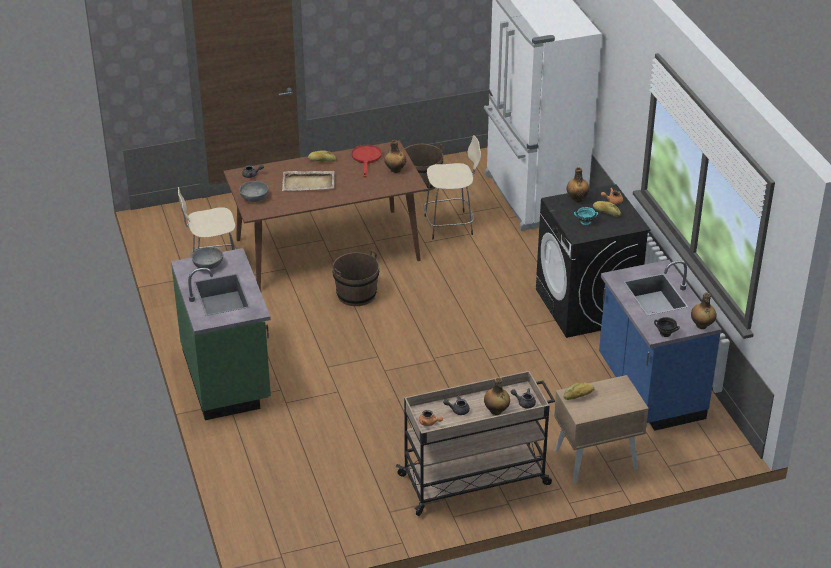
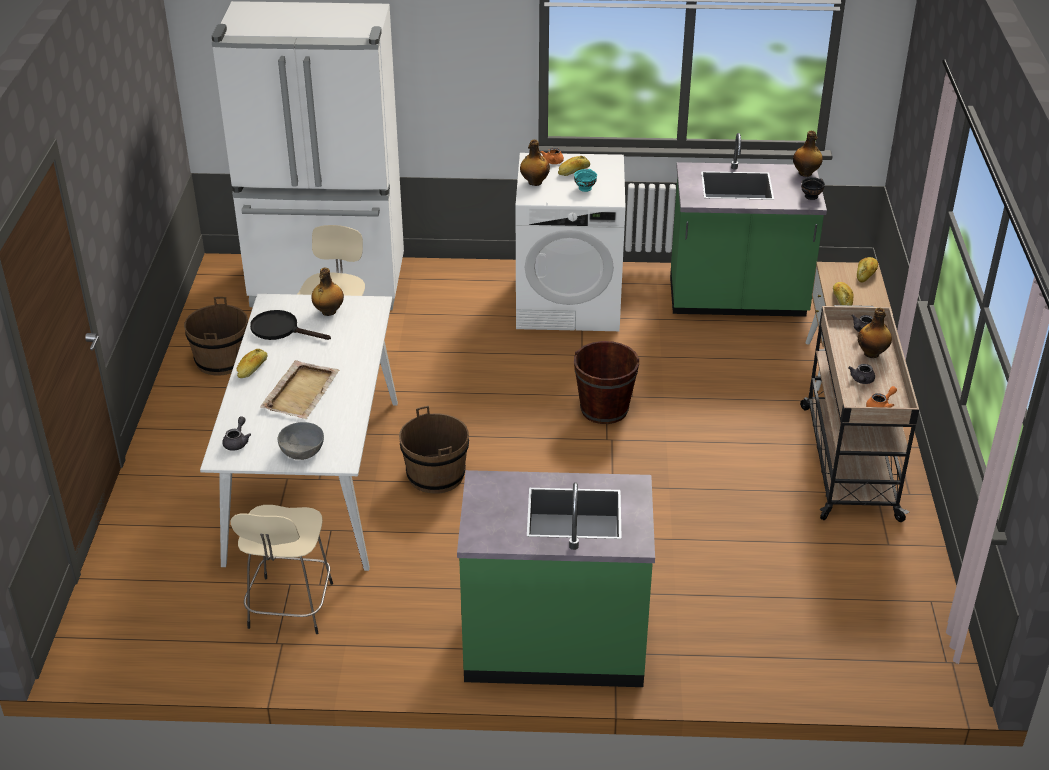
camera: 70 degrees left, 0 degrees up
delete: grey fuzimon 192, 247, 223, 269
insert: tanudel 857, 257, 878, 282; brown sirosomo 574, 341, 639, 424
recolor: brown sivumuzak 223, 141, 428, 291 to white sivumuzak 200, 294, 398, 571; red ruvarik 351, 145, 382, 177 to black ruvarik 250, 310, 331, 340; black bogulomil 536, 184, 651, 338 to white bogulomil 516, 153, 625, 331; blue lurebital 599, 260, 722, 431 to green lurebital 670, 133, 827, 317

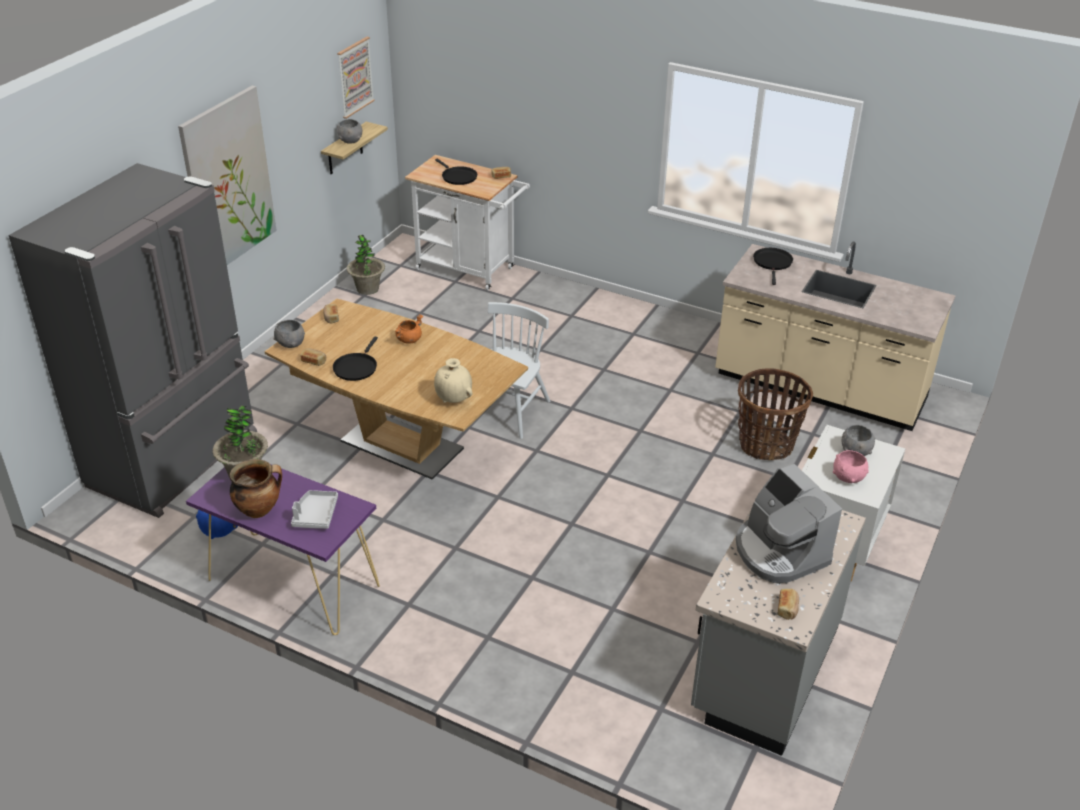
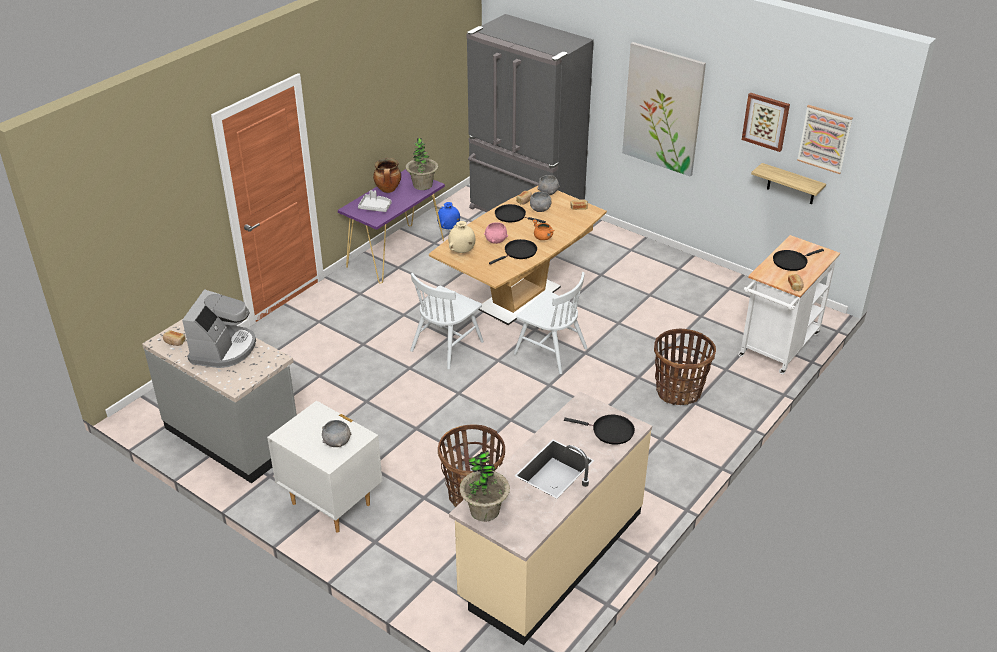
camera: 100 degrees right, 0 degrees up
insert: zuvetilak 742, 93, 790, 152; black ruvarik 489, 239, 537, 265; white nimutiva 410, 273, 484, 370; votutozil 654, 329, 716, 405
move: grey fuzimon 337, 119, 362, 144 to 530, 192, 551, 212; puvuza 347, 235, 385, 295 to 459, 450, 510, 522; pink fuzimon 833, 450, 869, 483 to 484, 222, 508, 244
rotate: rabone 736, 464, 842, 583 = 182, 289, 256, 368 120 degrees clockwise

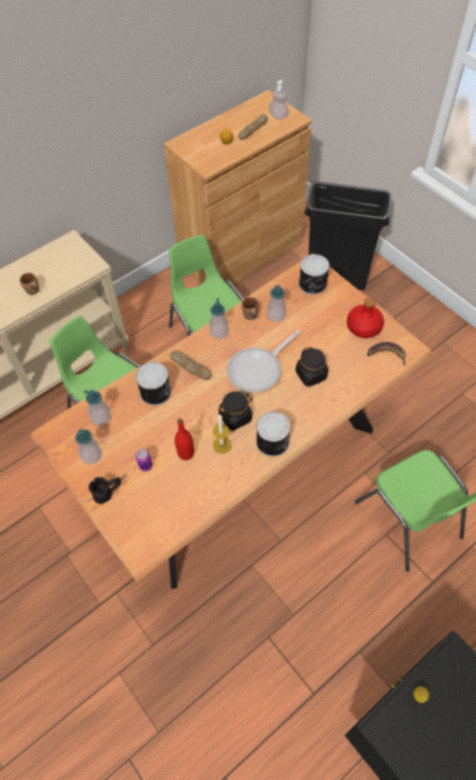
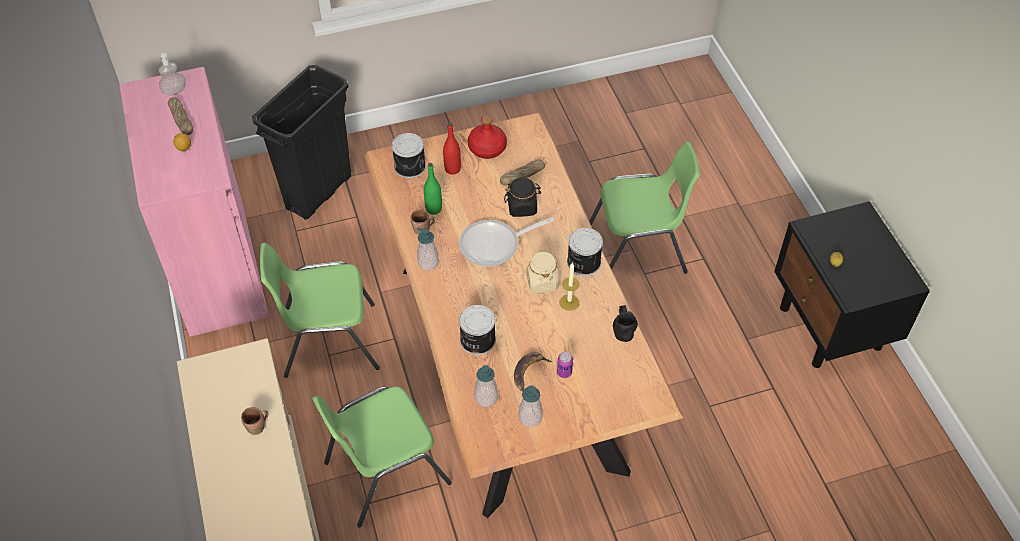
camera: 70 degrees left, 5 degrees down
move: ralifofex 367, 342, 406, 366 to 514, 352, 552, 391; tanudel 170, 350, 212, 380 to 500, 159, 545, 185; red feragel 175, 419, 194, 460 to 443, 123, 461, 175; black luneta 88, 477, 121, 504 to 613, 305, 638, 342
replace: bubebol 267, 285, 286, 322 to green feragel 424, 163, 442, 215
recolor: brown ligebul 164, 90, 312, 285 to pink ligebul 119, 67, 269, 337; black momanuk 218, 391, 252, 431 to beige momanuk 526, 250, 559, 293
rotate: ruvarik 227, 330, 301, 393 = 459, 217, 555, 267 90 degrees clockwise

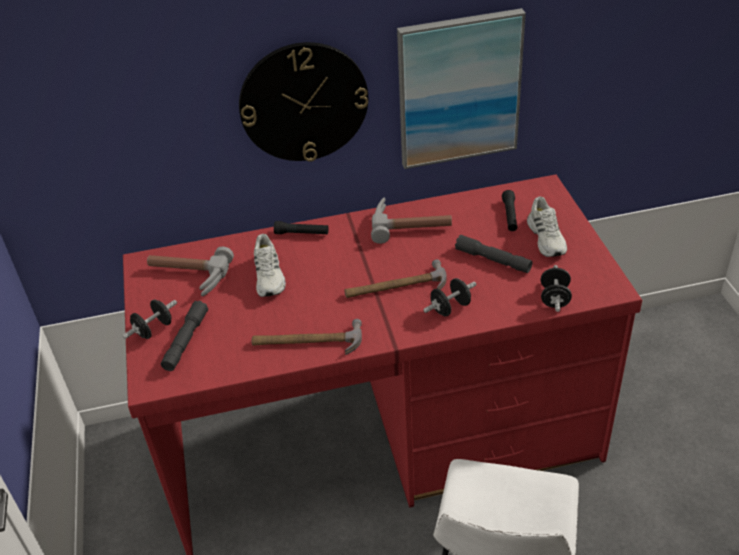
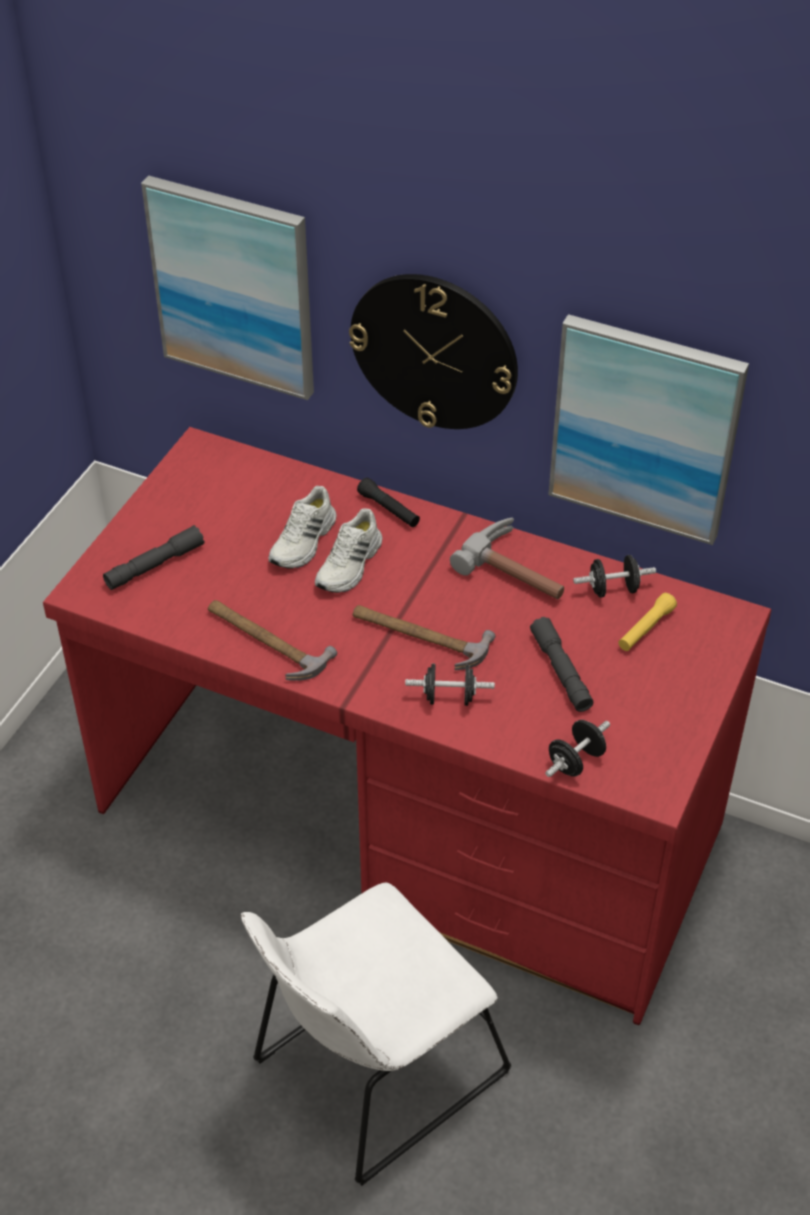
camera: 35 degrees right, 5 degrees up
delete: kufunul 147, 247, 234, 297
insert: zuvetilak 141, 176, 314, 400
move: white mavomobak 527, 197, 567, 257 to 315, 508, 382, 593; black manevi 123, 299, 177, 339 to 573, 555, 656, 598
recolor: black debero 502, 190, 517, 231 to yellow debero 618, 593, 677, 651

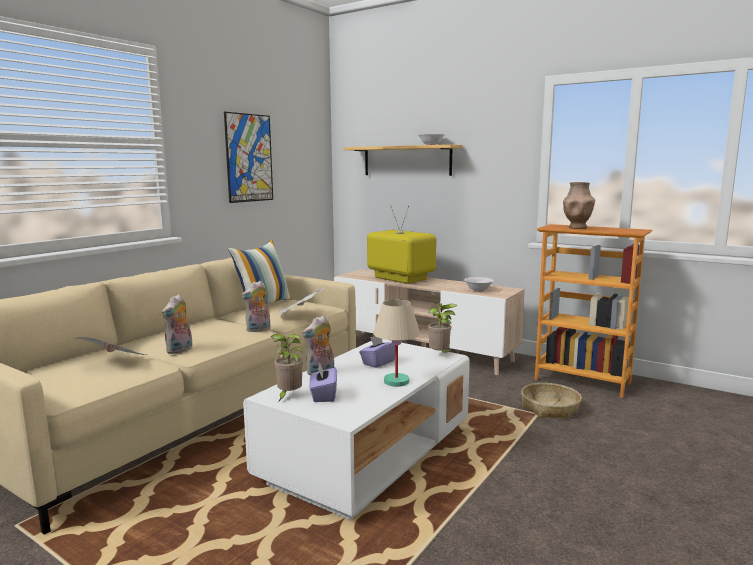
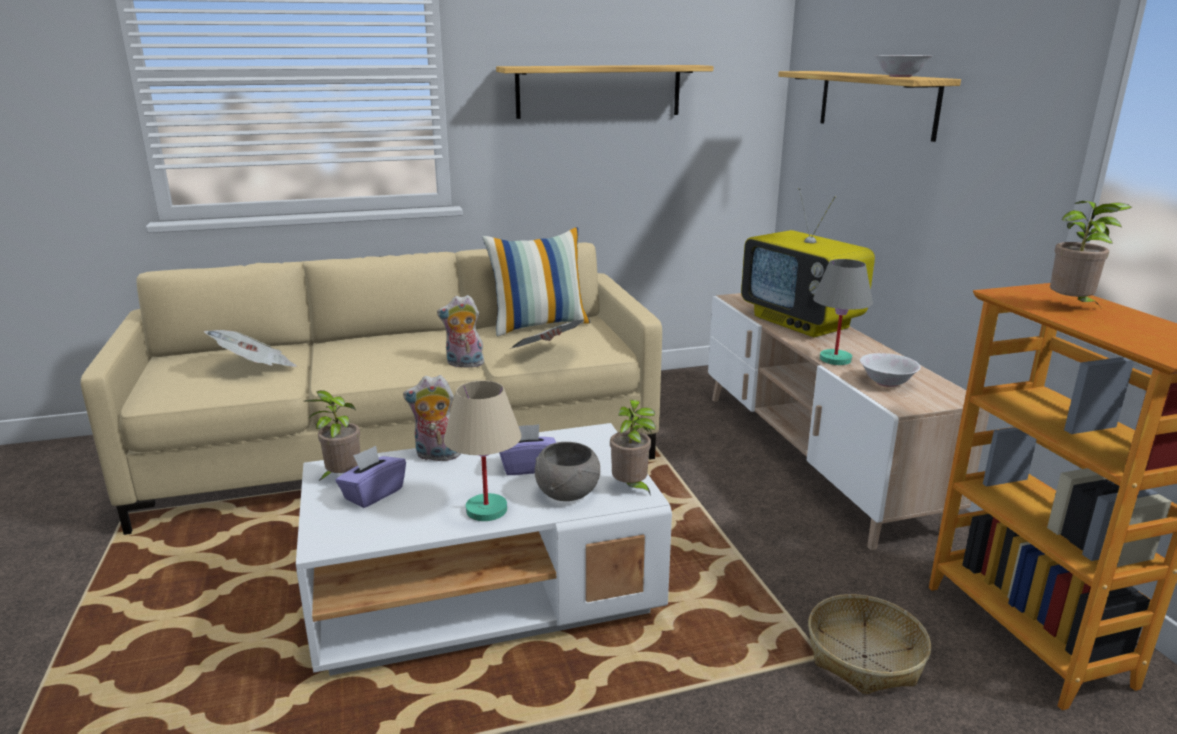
camera: 40 degrees right, 10 degrees up
delete: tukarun 162, 294, 192, 354
insert: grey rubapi 813, 259, 873, 365; grey fuzimon 535, 442, 600, 501
replace: zuvetilak 224, 112, 273, 203 to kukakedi 496, 65, 714, 119; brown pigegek 563, 182, 595, 229 to puvuza 1050, 201, 1132, 305
rotate: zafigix 367, 205, 436, 284 = 741, 188, 875, 337 150 degrees clockwise

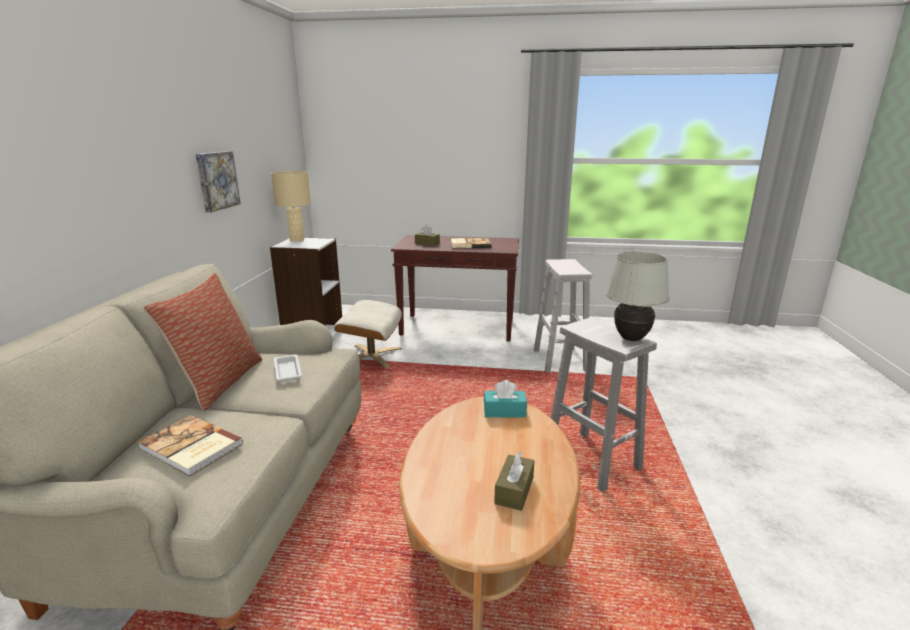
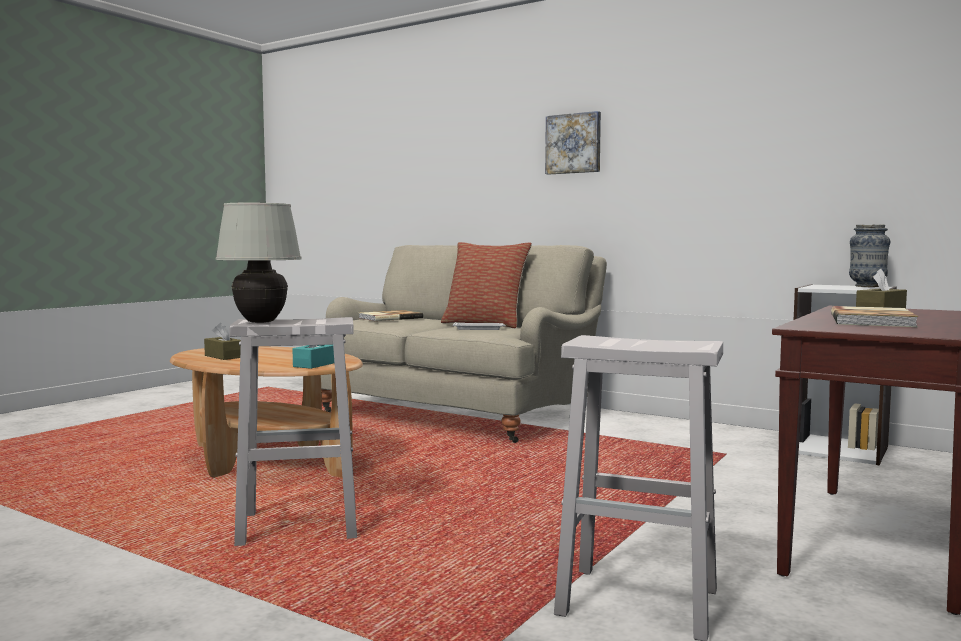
camera: 115 degrees right, 15 degrees down
delete: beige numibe 334, 300, 402, 369
move: zuvetilak 196, 151, 241, 212 to 545, 111, 601, 174
replace: beige rubapi 271, 171, 311, 242 to pigegek 849, 225, 890, 287

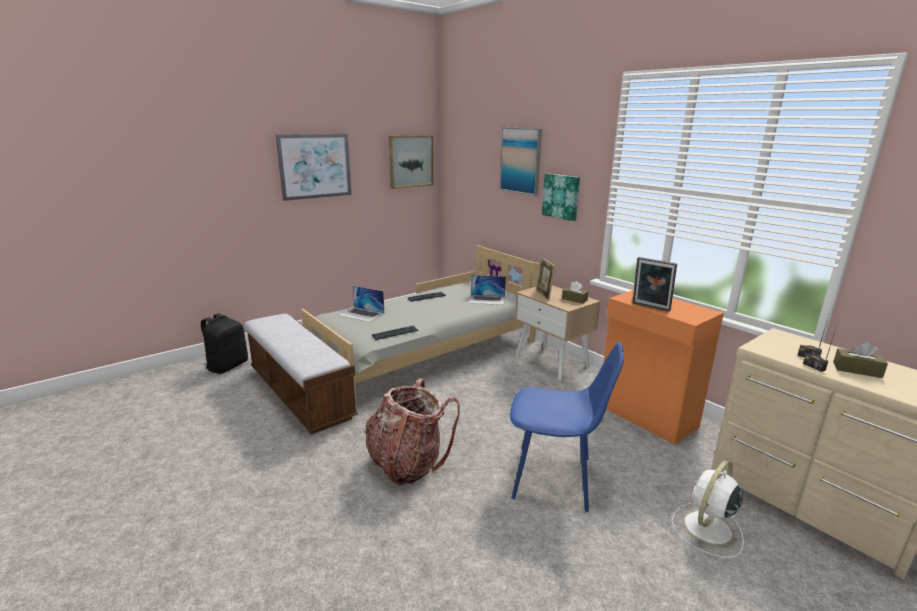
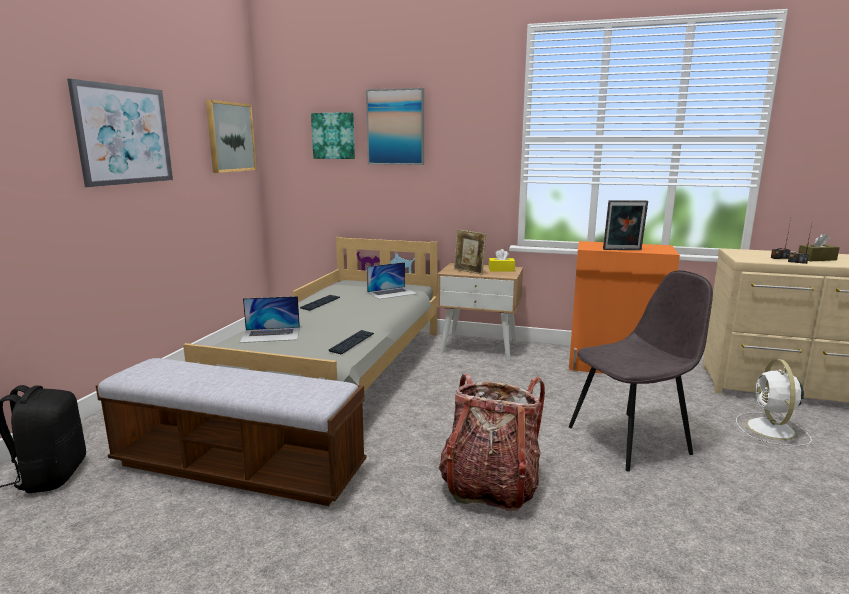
camera: 35 degrees left, 5 degrees down
move: zuvetilak 542, 173, 580, 221 to 311, 112, 355, 159
recolor: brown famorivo 562, 281, 589, 304 to yellow famorivo 489, 249, 515, 272; blue nimutiva 510, 342, 624, 512 to grey nimutiva 569, 270, 713, 472

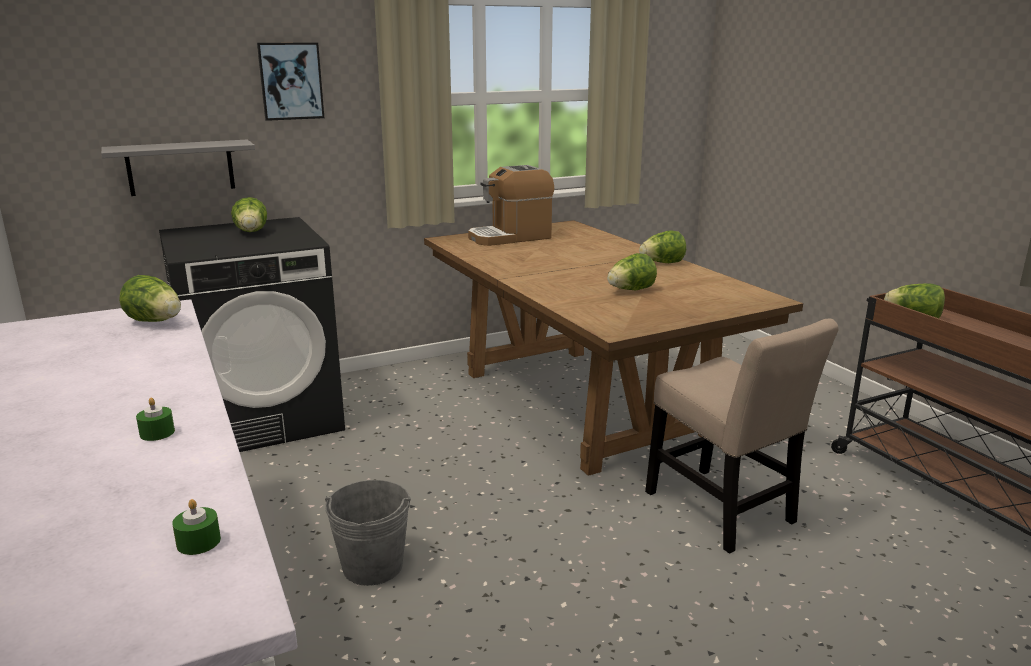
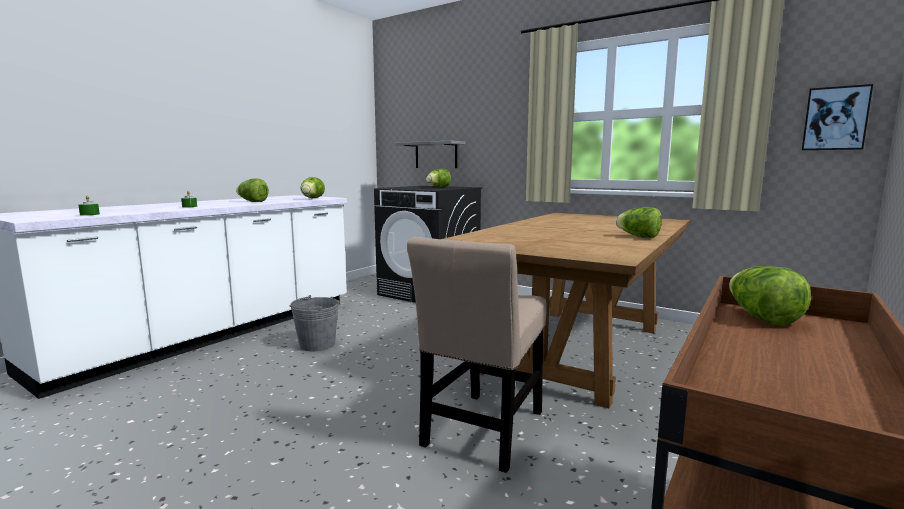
camera: 60 degrees right, 10 degrees down
delete: rabone 468, 165, 554, 246
move: zuvetilak 257, 43, 324, 121 to 802, 84, 873, 150; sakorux 607, 253, 657, 290 to 236, 179, 269, 202

